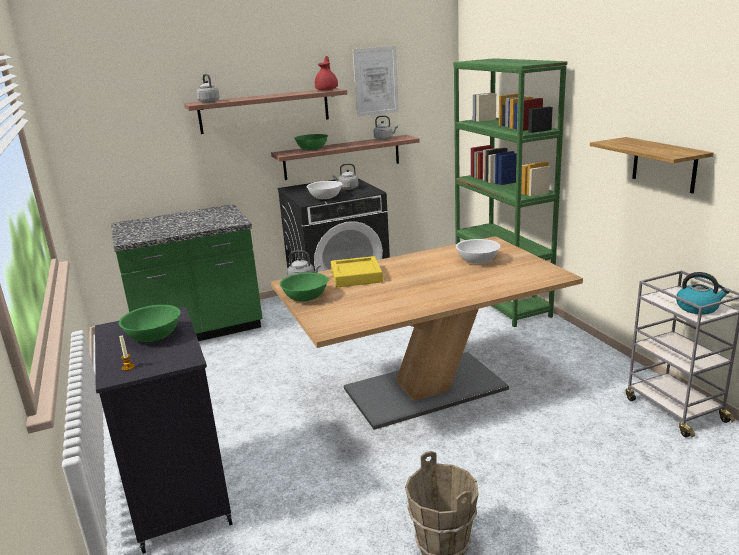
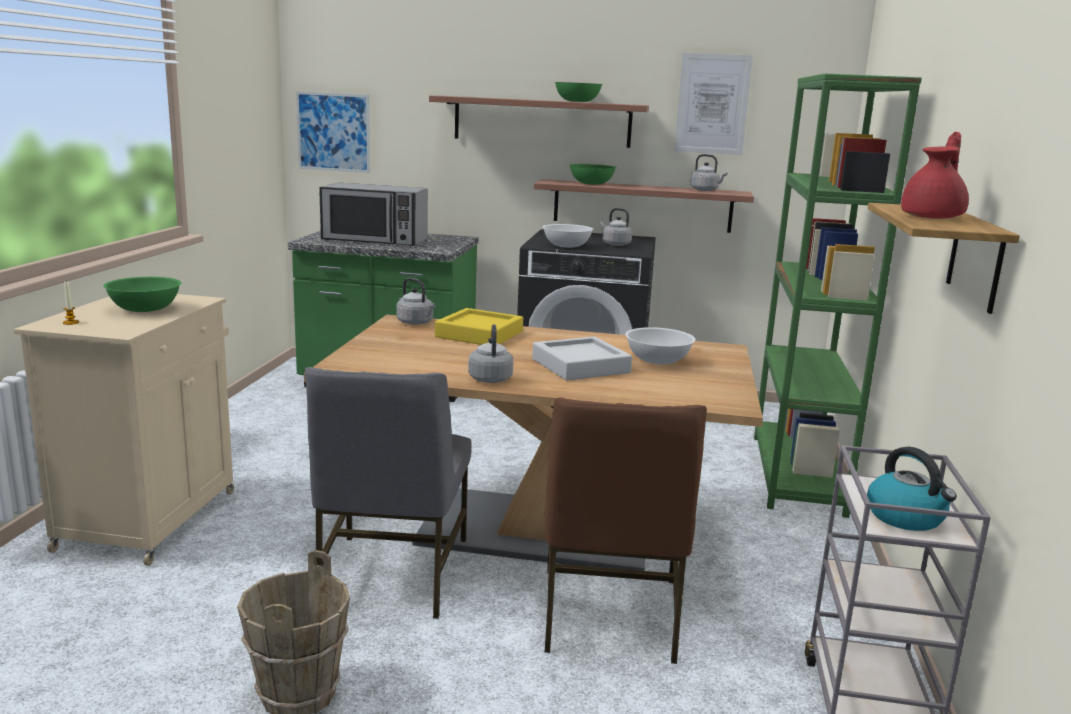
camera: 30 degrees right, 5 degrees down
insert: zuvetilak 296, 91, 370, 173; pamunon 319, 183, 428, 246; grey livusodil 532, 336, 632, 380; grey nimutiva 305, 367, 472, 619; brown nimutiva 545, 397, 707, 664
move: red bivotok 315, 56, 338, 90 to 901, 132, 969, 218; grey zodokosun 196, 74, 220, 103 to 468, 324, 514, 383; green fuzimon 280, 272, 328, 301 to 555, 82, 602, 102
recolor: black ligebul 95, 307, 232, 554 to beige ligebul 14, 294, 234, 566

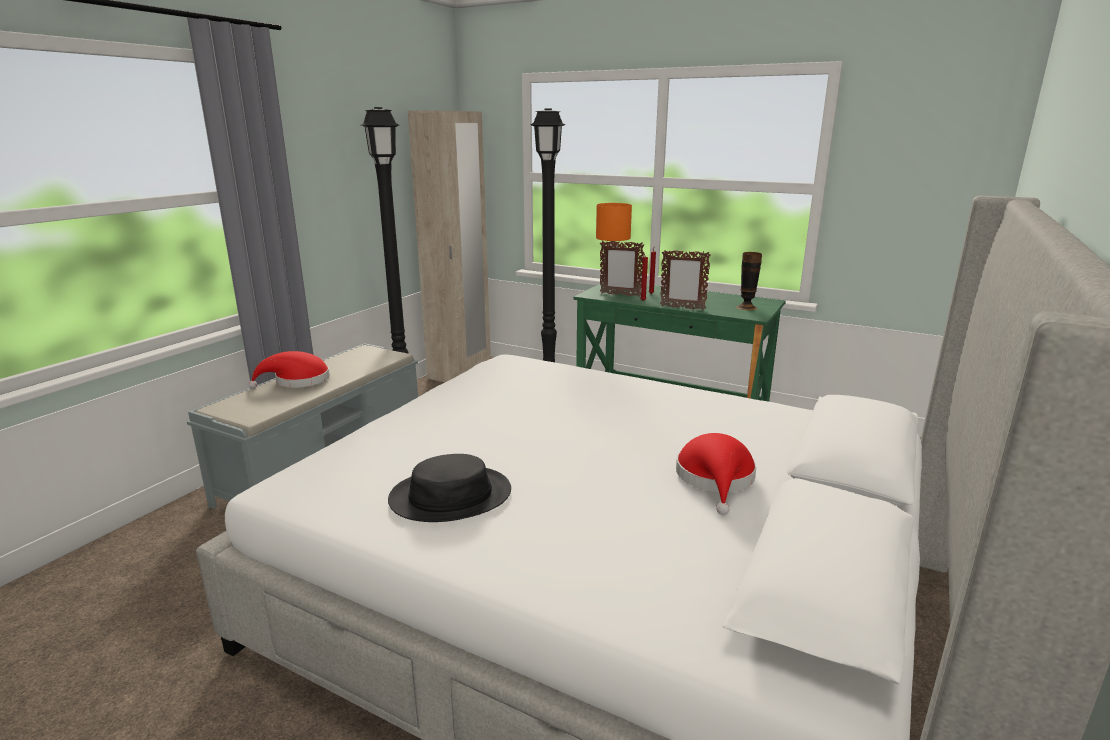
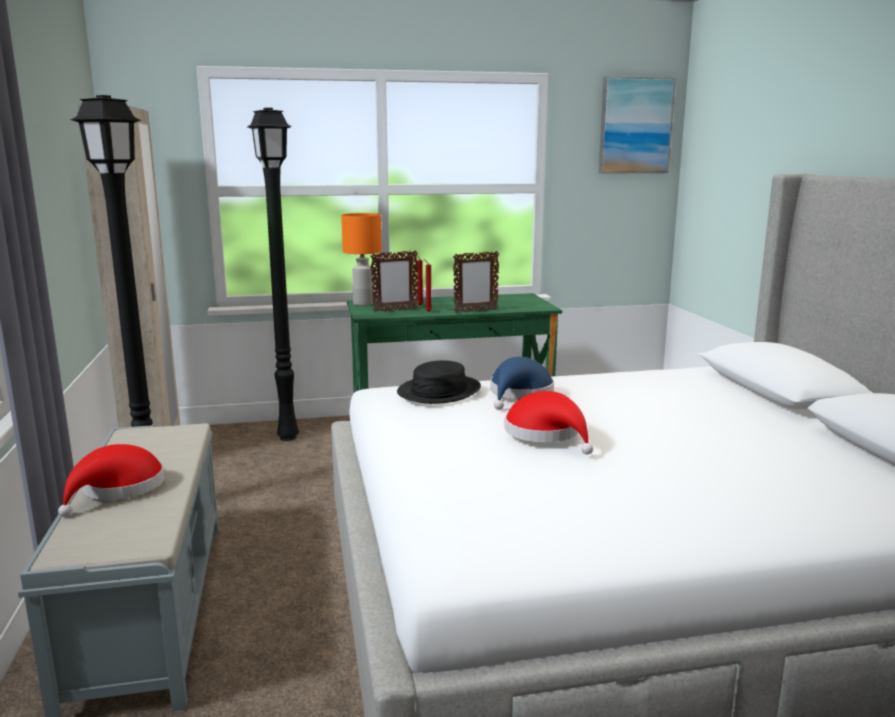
camera: 40 degrees left, 5 degrees down
delete: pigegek 736, 252, 762, 310
insert: zuvetilak 599, 76, 676, 174; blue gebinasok 490, 357, 554, 410
move: red gebinasok 676, 433, 756, 515 to 505, 391, 593, 454; black gebinasok 388, 454, 511, 522 to 397, 360, 481, 404

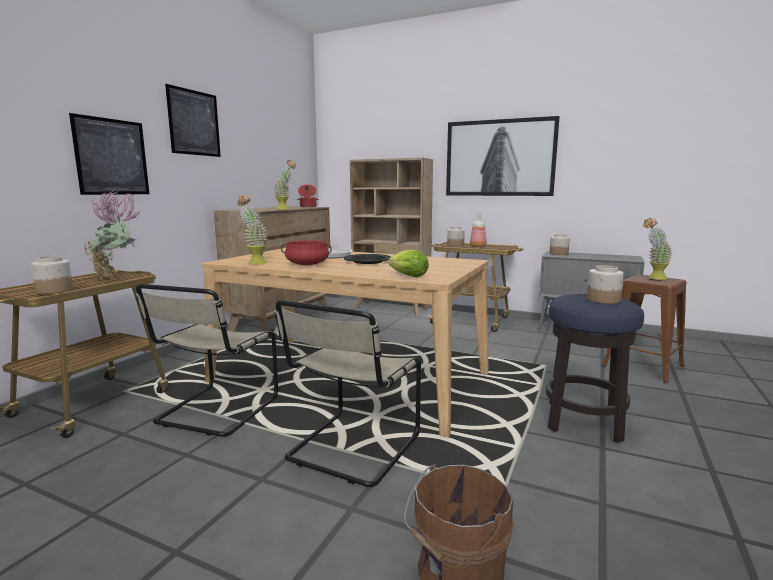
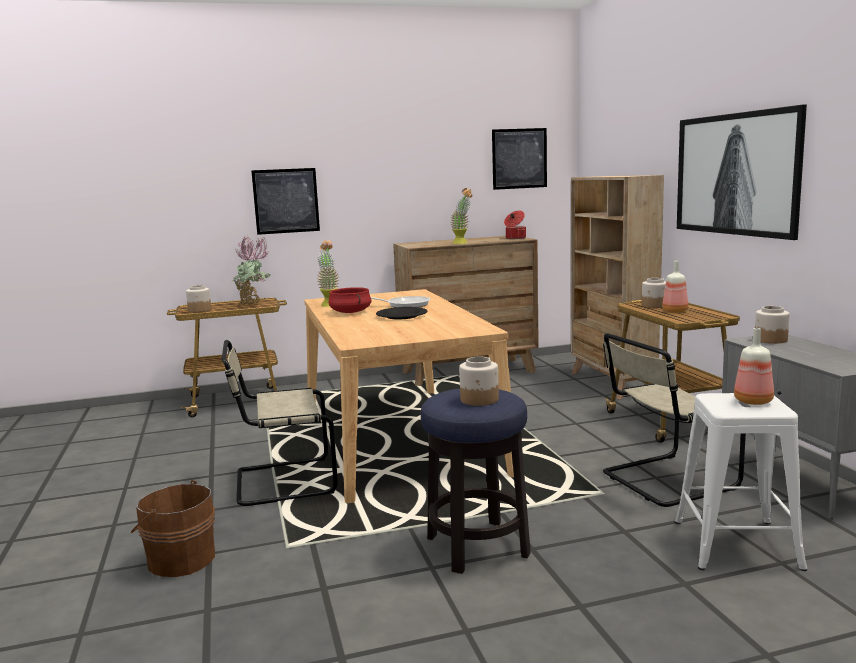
camera: 50 degrees right, 0 degrees up
delete: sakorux 388, 250, 429, 277
move: zuvetilak 165, 84, 221, 157 to 492, 128, 547, 190; beige nimutiva 136, 284, 278, 436 to 603, 333, 746, 507
replace: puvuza 643, 218, 673, 280 to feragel 734, 328, 774, 405
recolor: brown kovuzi 602, 275, 687, 383 to white kovuzi 675, 393, 807, 571

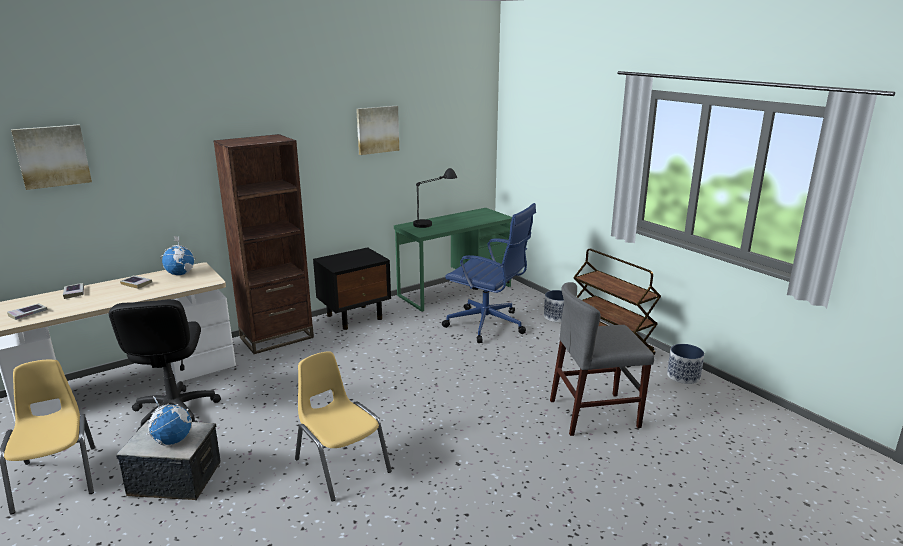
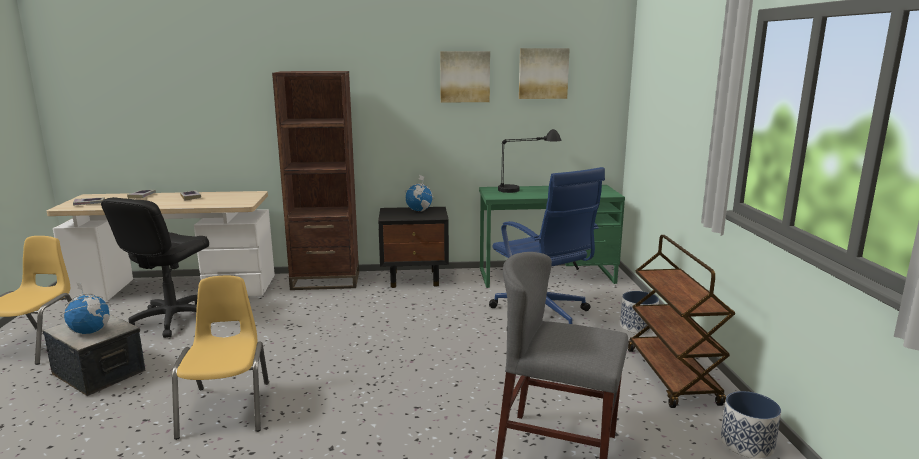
camera: 30 degrees right, 5 degrees down
move: zuvetilak 11, 124, 92, 190 to 519, 48, 570, 99; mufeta 160, 236, 196, 275 to 405, 175, 434, 212

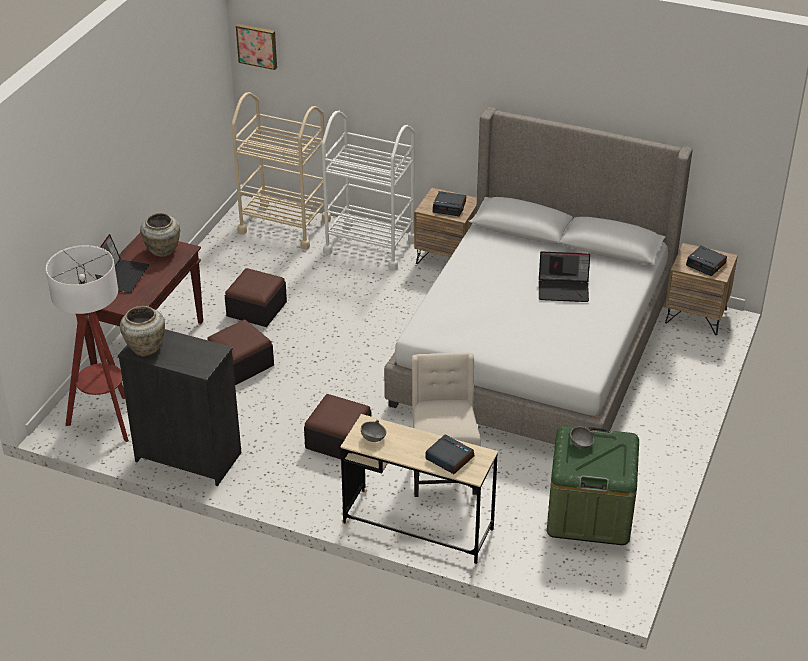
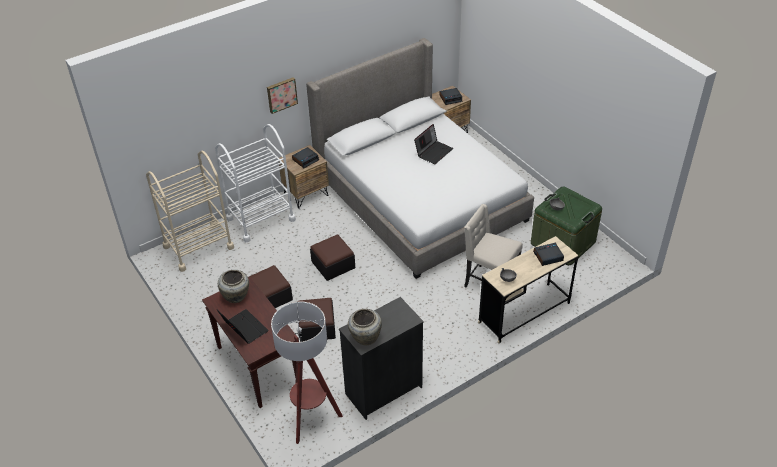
camera: 55 degrees left, 5 degrees up
move: zuvetilak 236, 24, 277, 70 to 267, 77, 298, 114; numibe 304, 394, 371, 459 to 310, 235, 355, 281

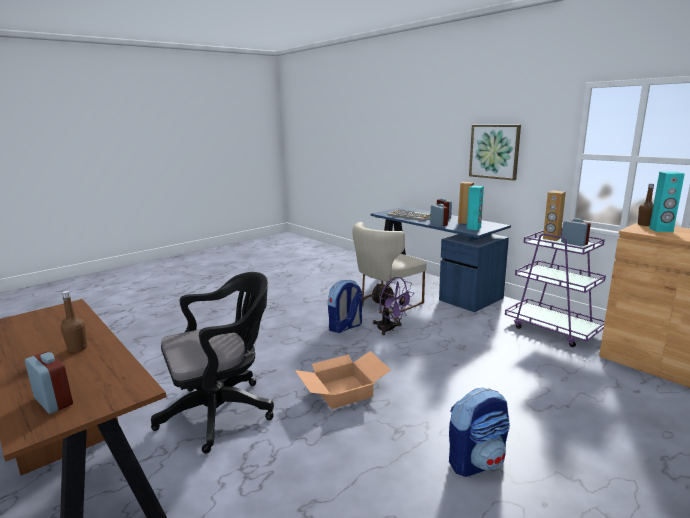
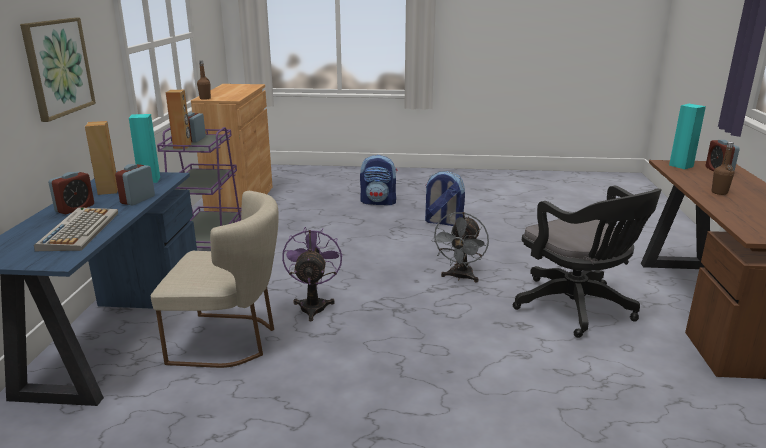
camera: 135 degrees left, 5 degrees up
move: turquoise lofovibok 649, 172, 685, 232 to 669, 104, 706, 169; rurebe 328, 280, 363, 333 to 360, 155, 398, 205
replace: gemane 295, 351, 391, 409 to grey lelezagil 431, 212, 489, 283
rotate: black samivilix 151, 272, 274, 454 = 513, 186, 662, 338 135 degrees counterclockwise

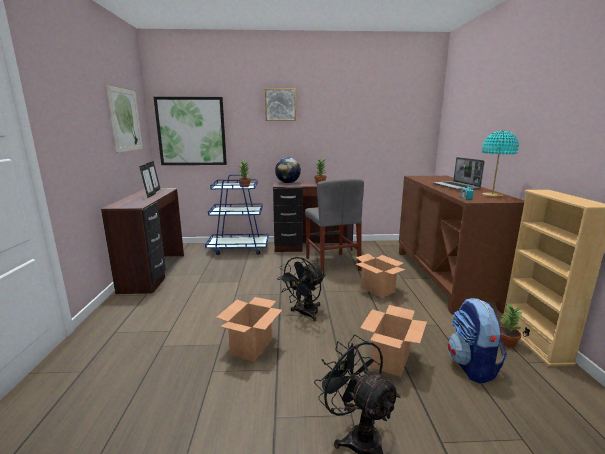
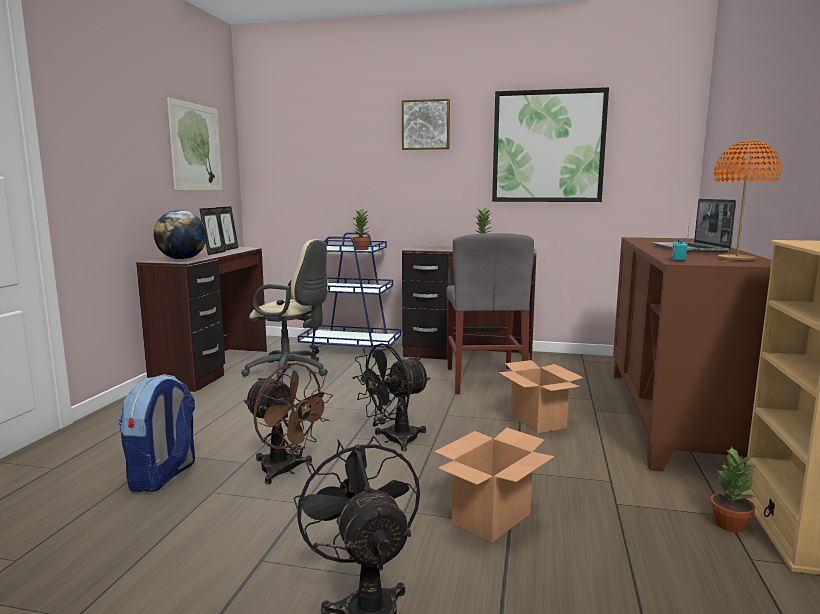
camera: 15 degrees right, 5 degrees down
insert: beige samivilix 241, 239, 328, 382
move: zuvetilak 154, 97, 227, 165 to 492, 87, 609, 202; mufeta 275, 158, 301, 183 to 154, 210, 207, 260; rurebe 448, 298, 507, 384 to 119, 374, 195, 492
replace: gemane 216, 297, 282, 362 to brown lelezagil 244, 363, 333, 485
recolor: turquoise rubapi 482, 131, 519, 197 to orange rubapi 714, 140, 781, 260

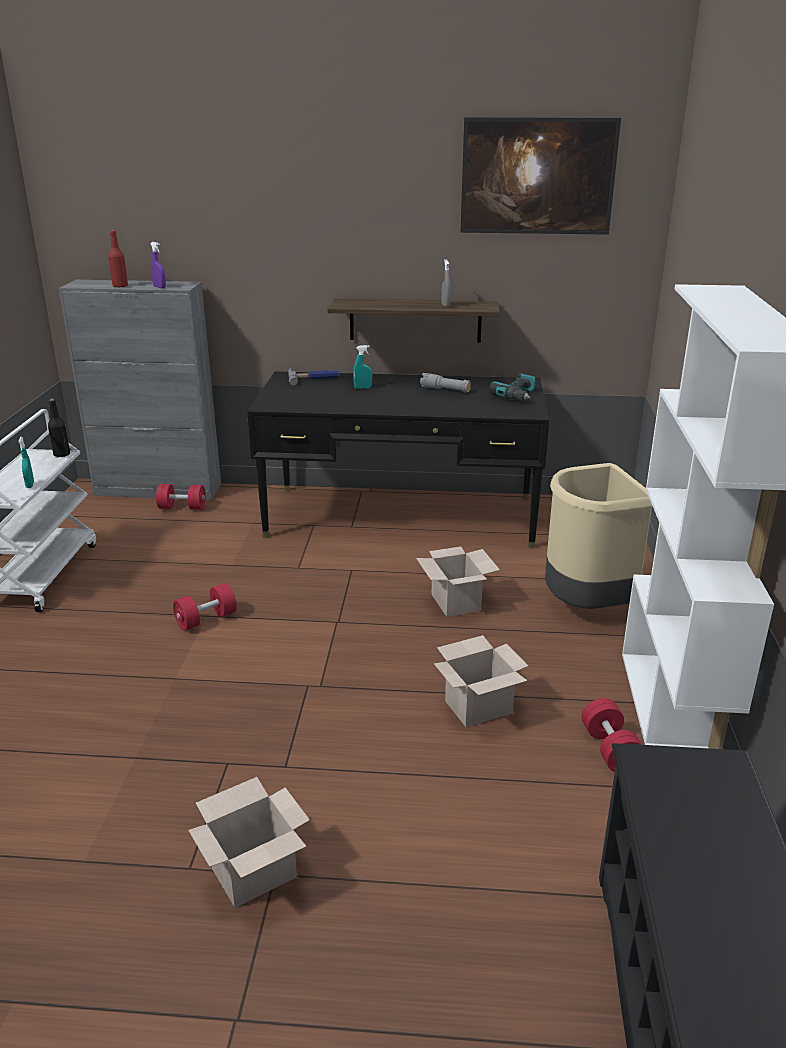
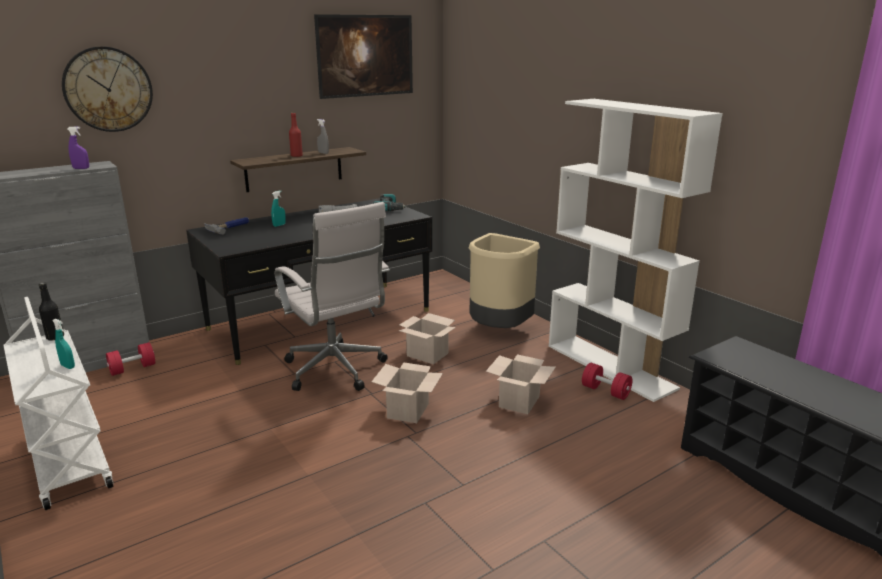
camera: 40 degrees left, 5 degrees down
delete: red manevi 173, 583, 237, 630
insert: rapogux 62, 46, 153, 132; white samivilix 274, 202, 390, 391
move: red feragel 108, 230, 128, 288 to 289, 113, 303, 157; gemane 188, 777, 310, 908 to 372, 362, 443, 423

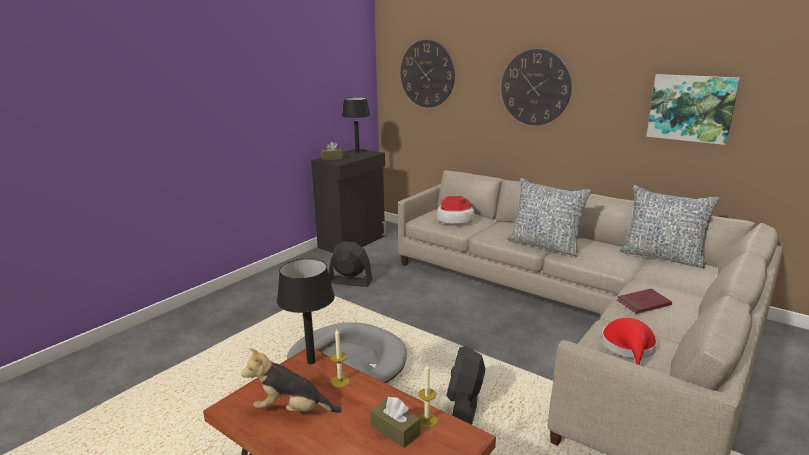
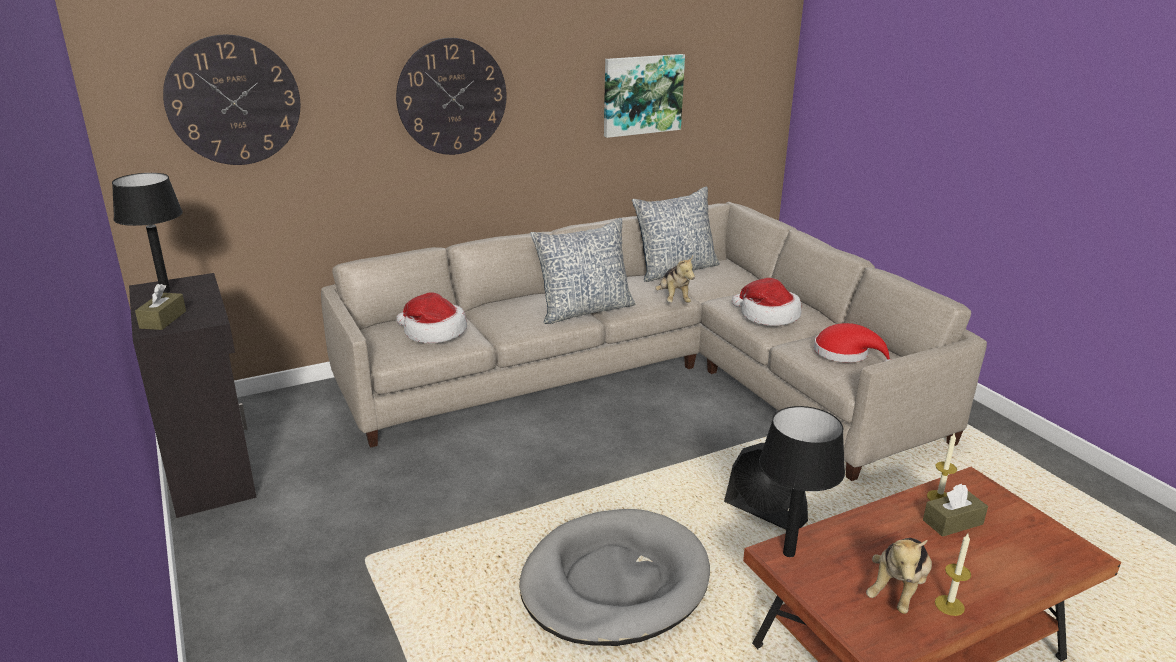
camera: 65 degrees left, 5 degrees up
delete: black lelezagil 329, 242, 372, 287
insert: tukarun 655, 256, 695, 302
move: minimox 330, 329, 350, 387 to 935, 532, 971, 616
replace: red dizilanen 617, 289, 672, 314 to gebinasok 732, 278, 802, 326

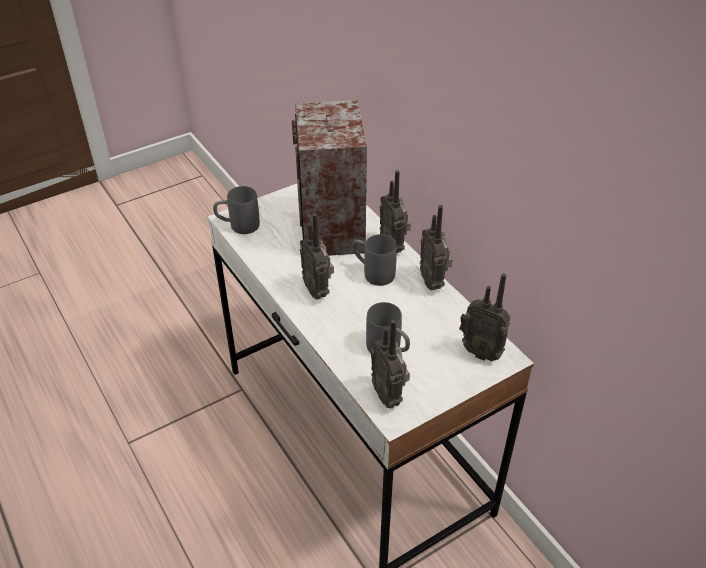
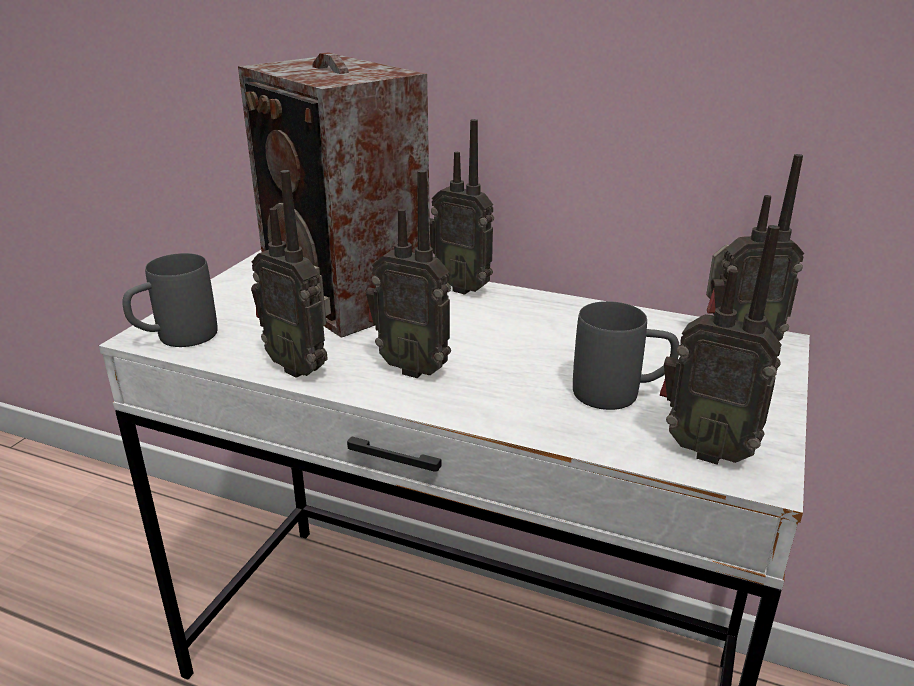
camera: 35 degrees left, 15 degrees down
delete: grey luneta 353, 234, 397, 286
move: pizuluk 420, 205, 452, 291 to 251, 170, 331, 378

